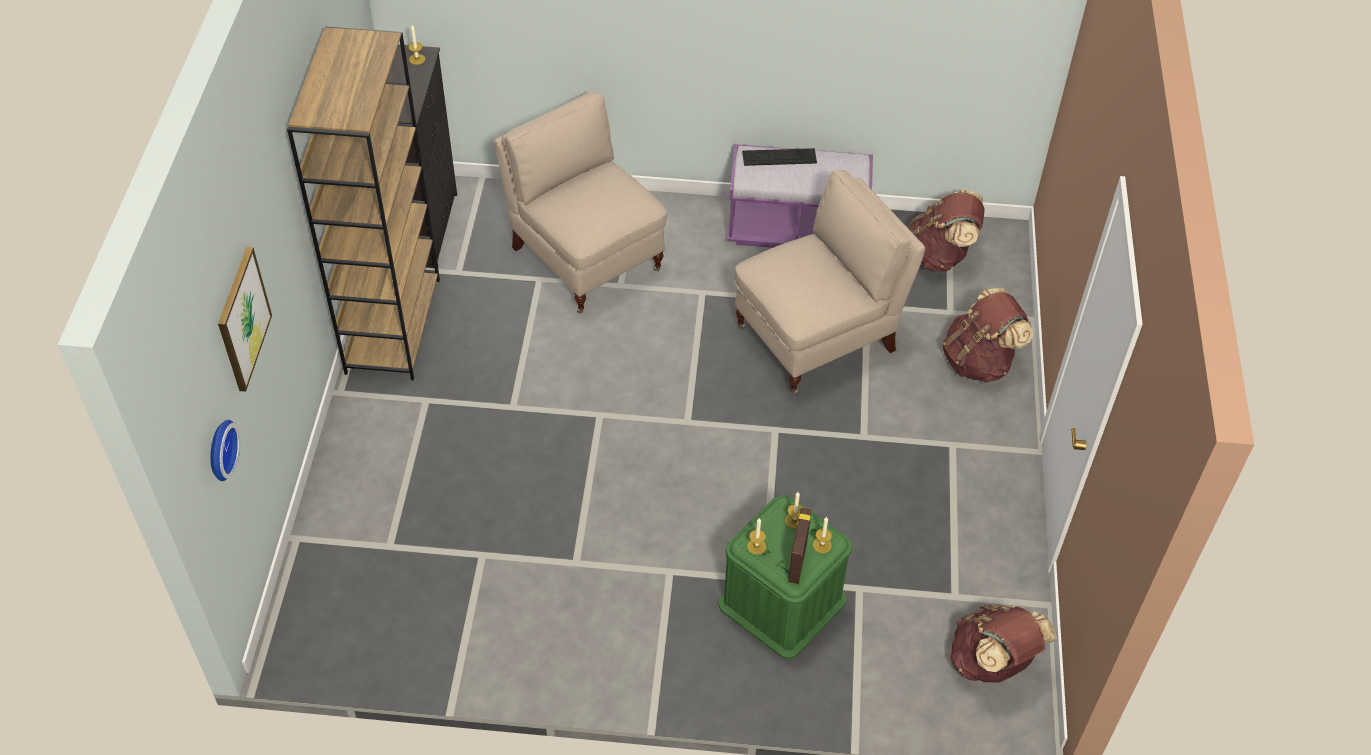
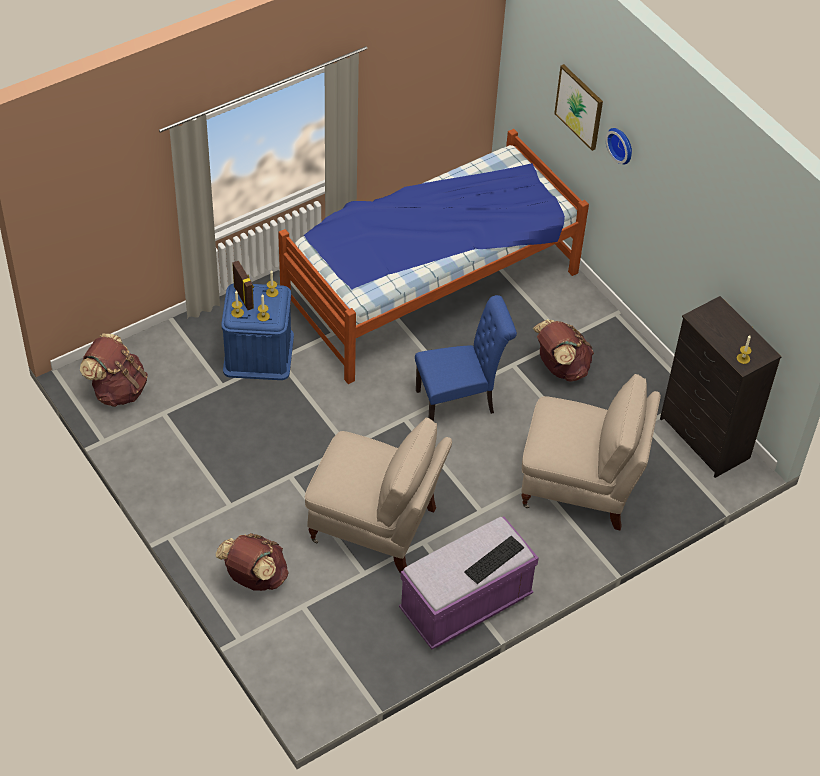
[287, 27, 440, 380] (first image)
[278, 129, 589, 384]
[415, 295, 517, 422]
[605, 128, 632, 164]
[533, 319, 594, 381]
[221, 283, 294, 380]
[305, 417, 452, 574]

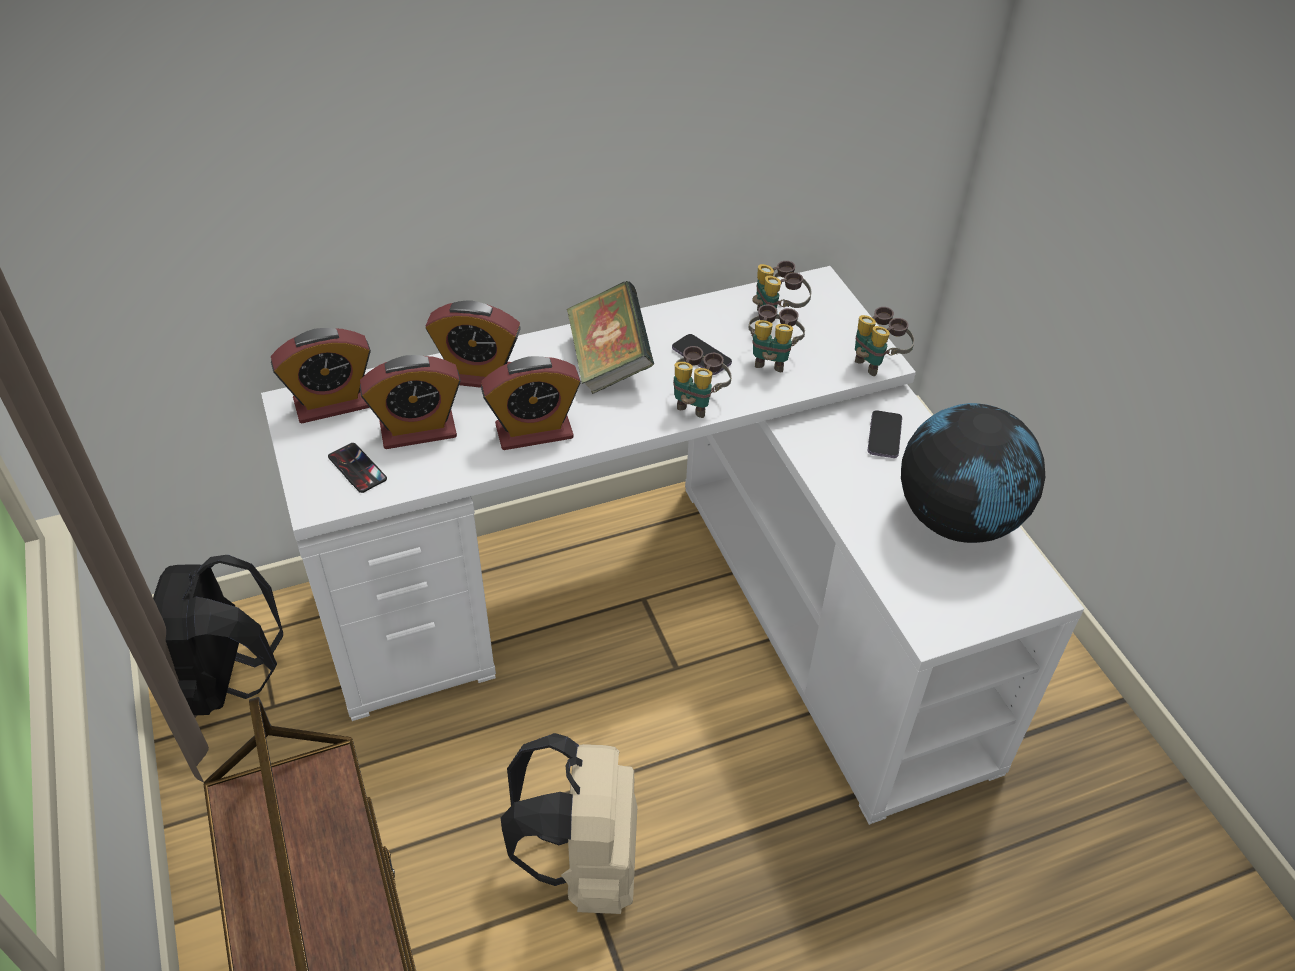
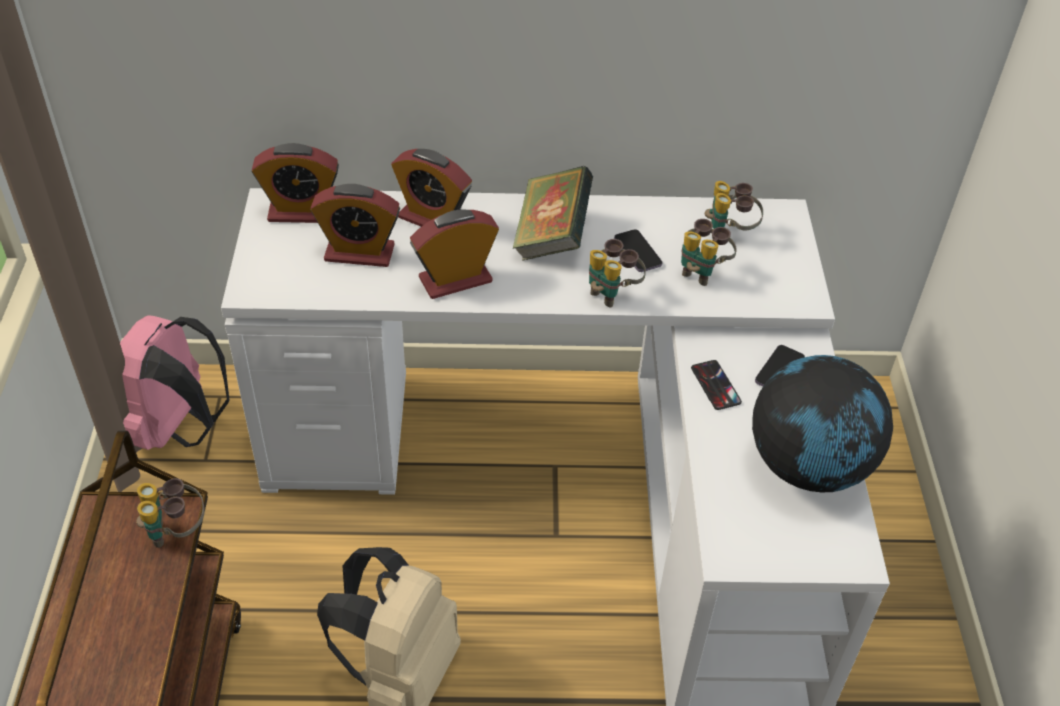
[691, 360, 742, 410]
[136, 478, 205, 548]
[120, 315, 229, 450]
[410, 209, 499, 299]

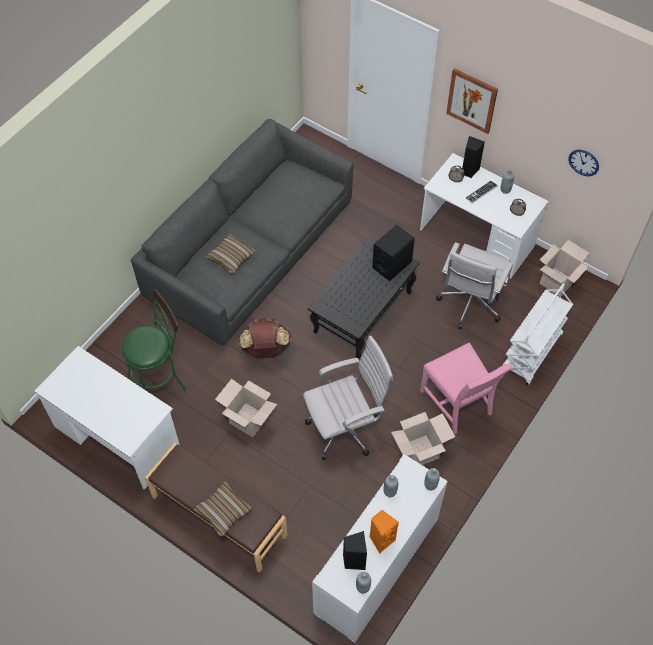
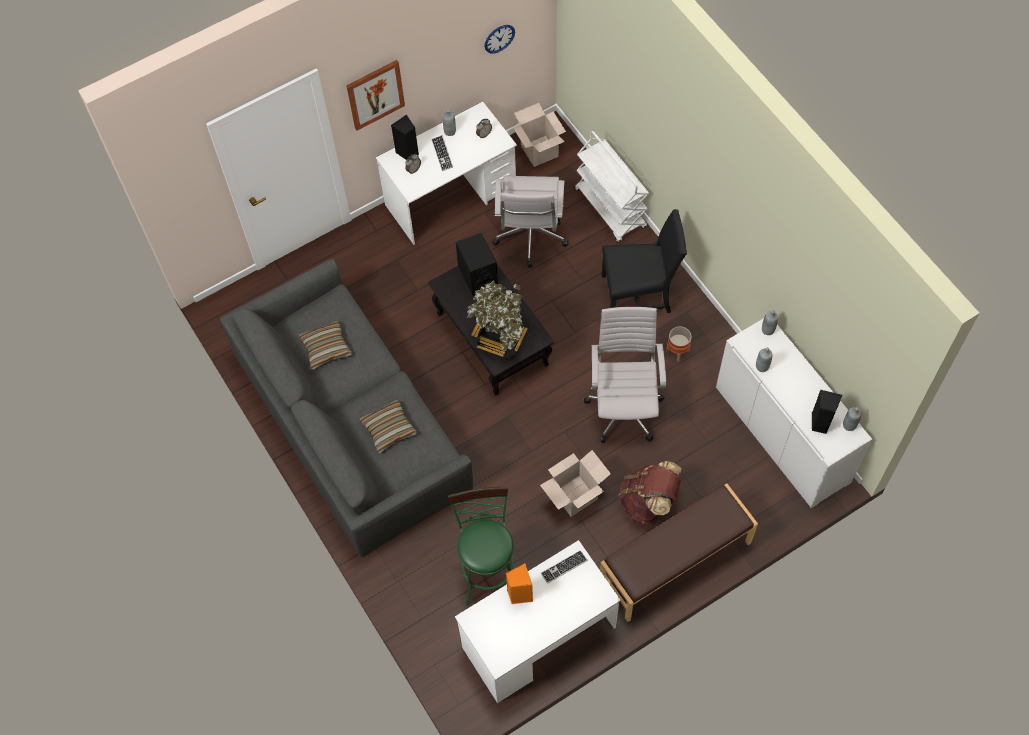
[467, 281, 530, 358]
[541, 550, 588, 584]
[299, 321, 352, 370]
[619, 461, 682, 523]
[506, 563, 533, 604]
[666, 326, 692, 361]
[602, 209, 687, 313]
[492, 176, 568, 268]

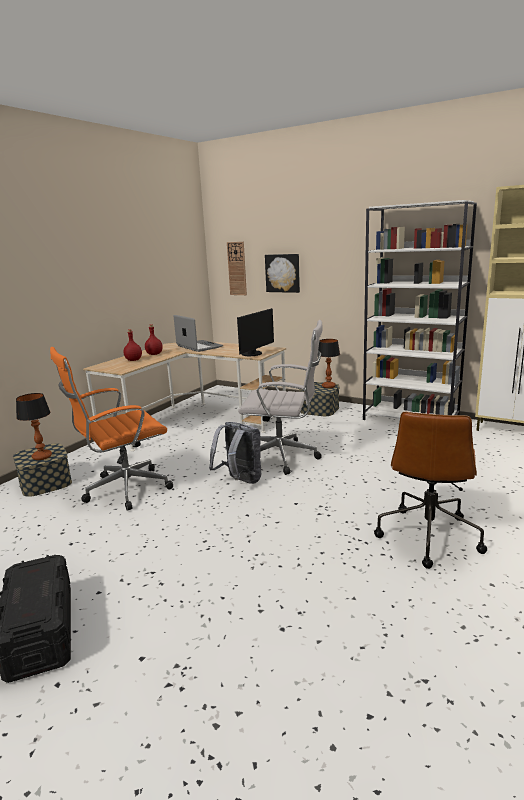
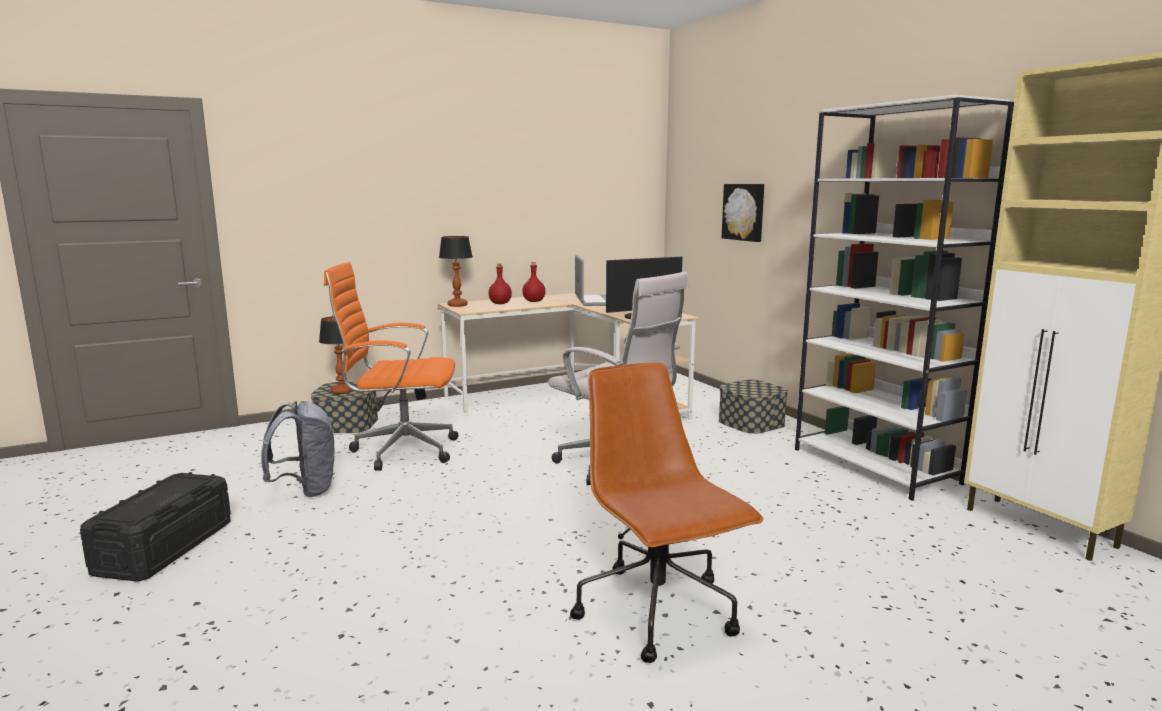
[227, 242, 247, 295] (first image)
[261, 401, 335, 497]
[439, 236, 473, 307]
[570, 362, 764, 663]

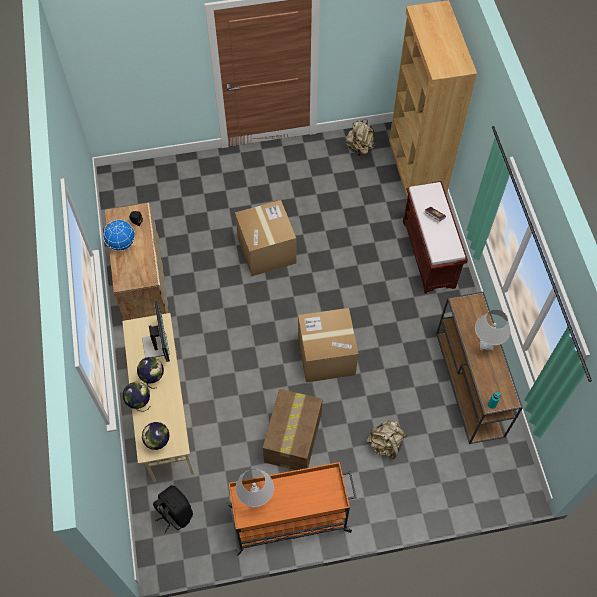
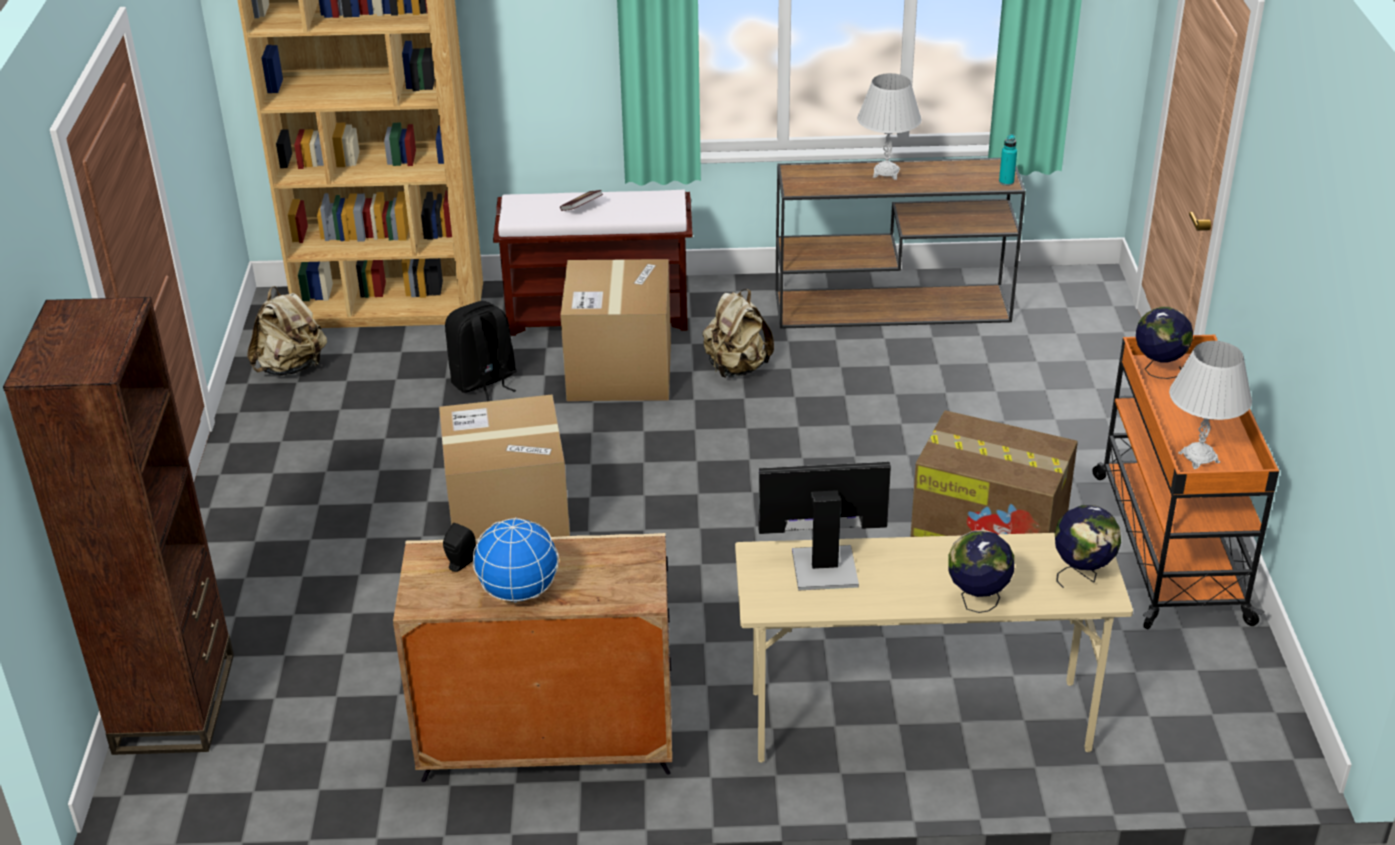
[3, 297, 234, 755]
[1136, 307, 1193, 379]
[445, 301, 517, 401]
[560, 259, 671, 401]
[702, 289, 774, 378]

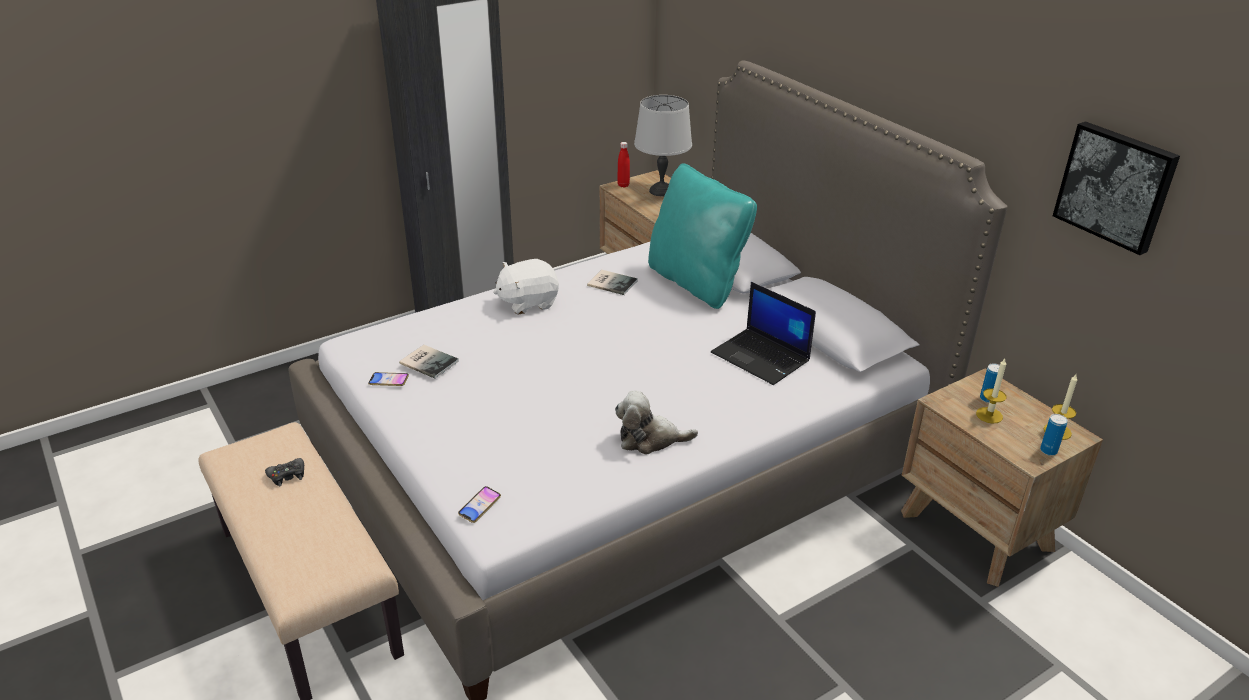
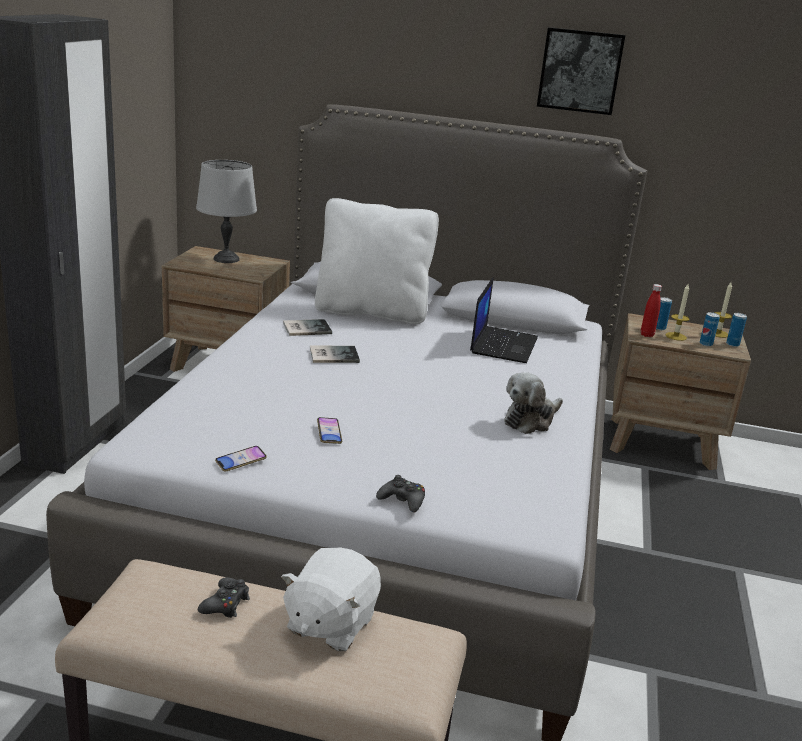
[376, 475, 425, 513]
[700, 312, 720, 347]
[310, 345, 360, 363]
[317, 417, 342, 444]
[281, 547, 381, 651]
[641, 284, 662, 337]
[537, 27, 626, 115]
[315, 198, 439, 324]
[470, 277, 538, 363]

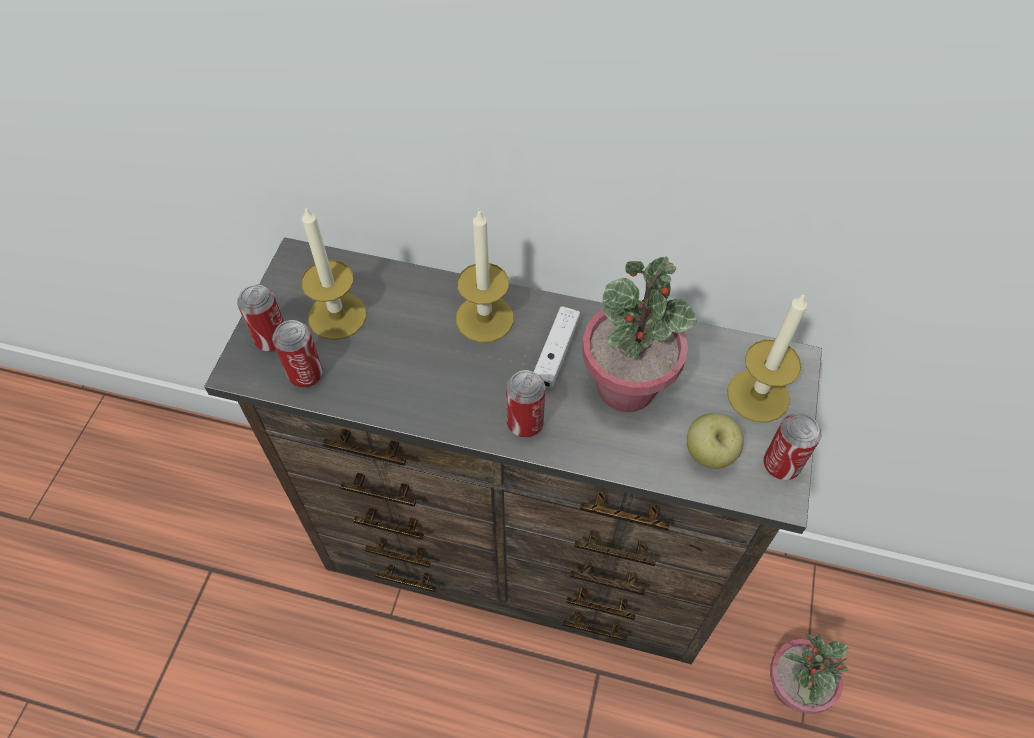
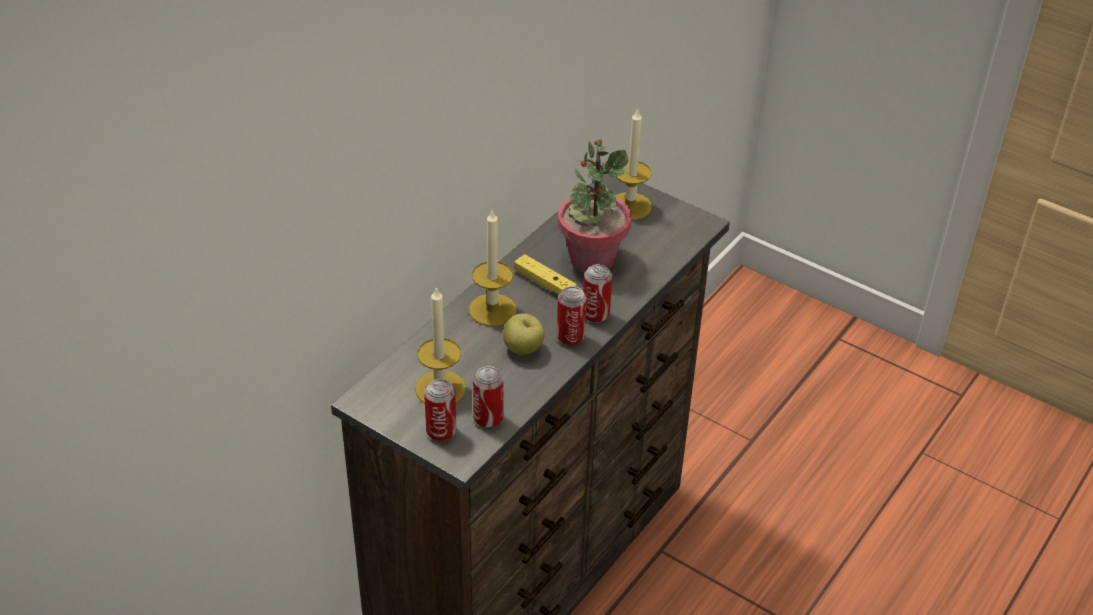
[770, 633, 849, 714] (first image)
[503, 313, 545, 355]
[556, 286, 587, 346]
[514, 254, 577, 294]

